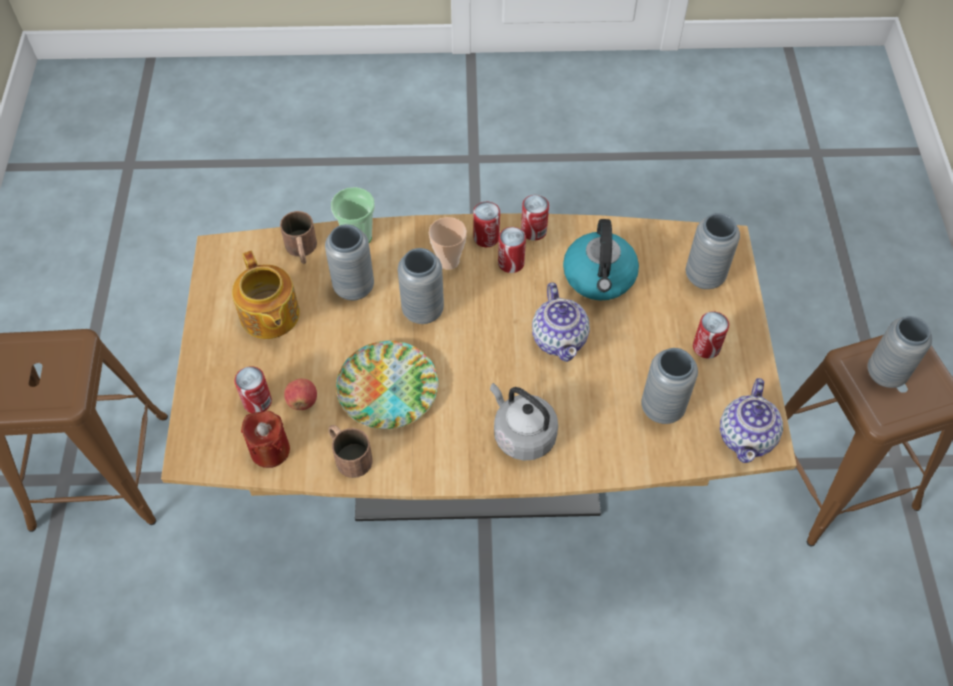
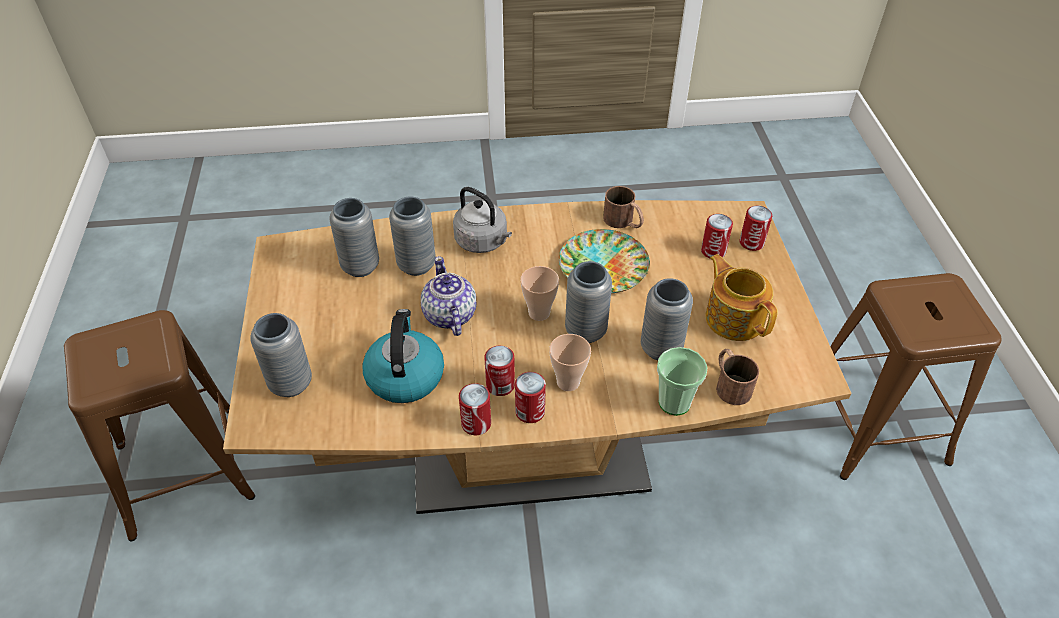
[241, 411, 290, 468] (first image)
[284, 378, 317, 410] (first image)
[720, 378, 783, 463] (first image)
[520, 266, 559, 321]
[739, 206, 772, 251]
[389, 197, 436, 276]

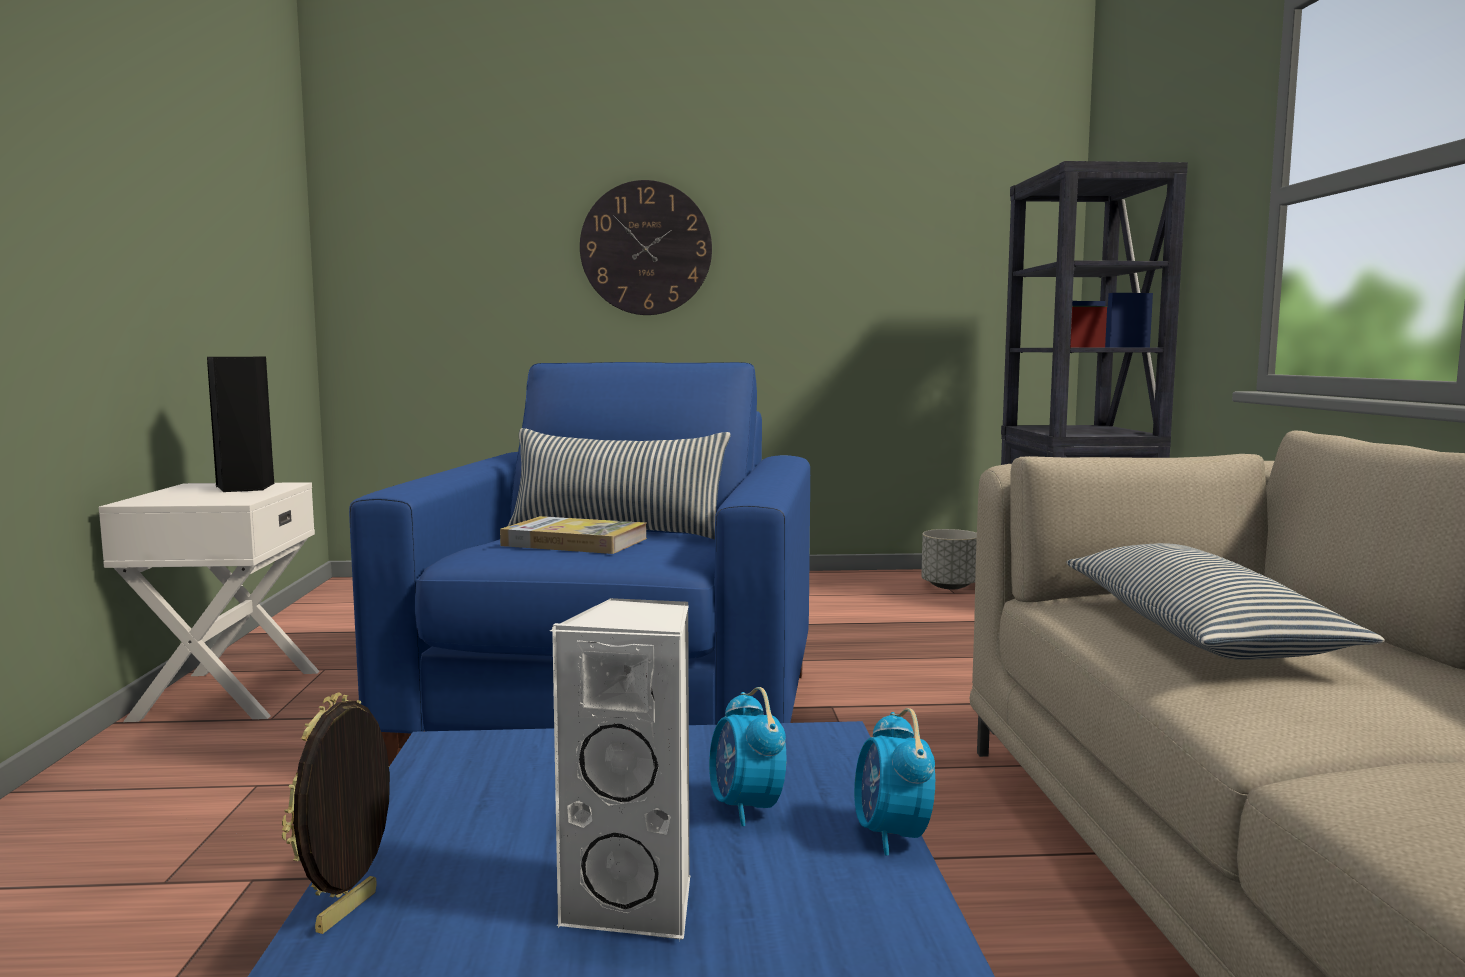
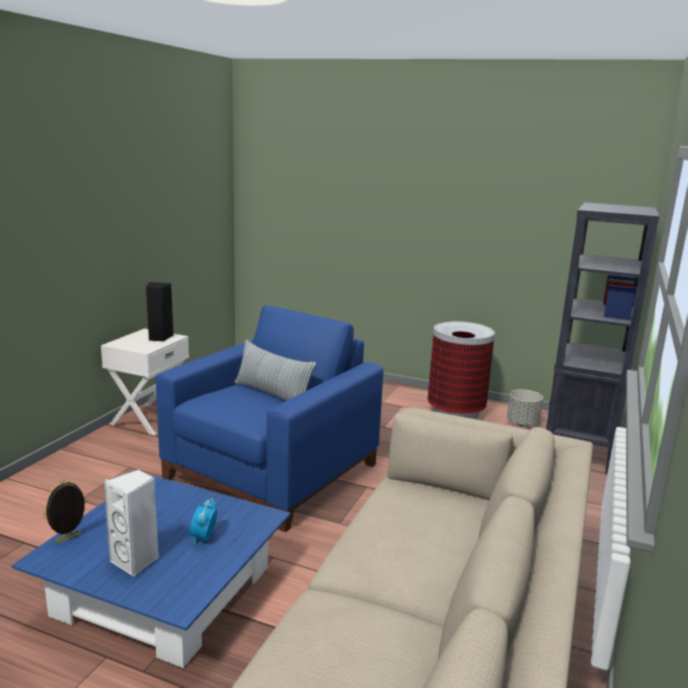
[500, 516, 647, 554] (first image)
[580, 180, 712, 315] (first image)
[854, 708, 935, 855] (first image)
[1066, 543, 1385, 660] (first image)
[428, 321, 495, 419]

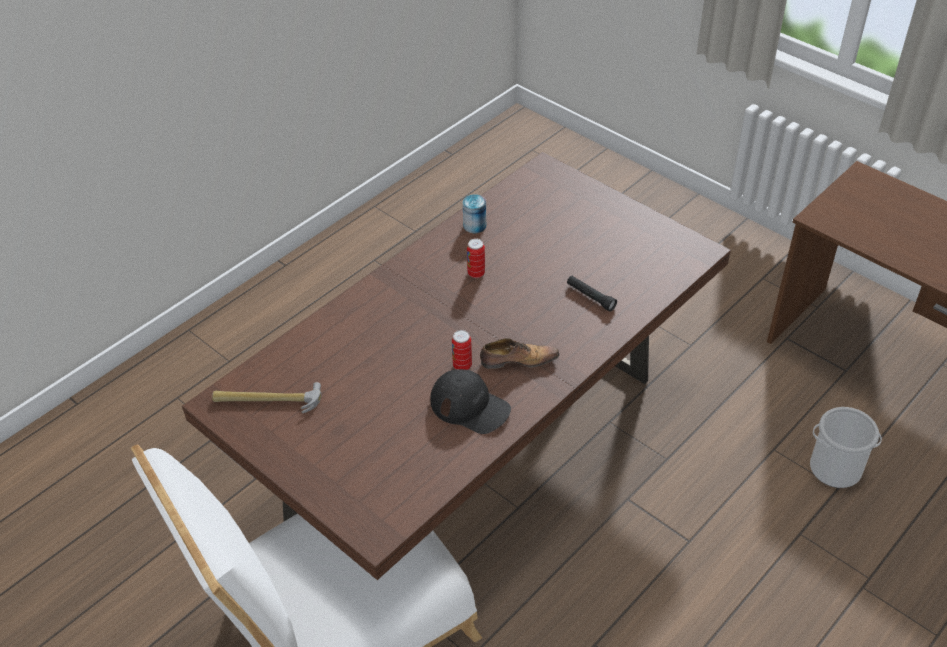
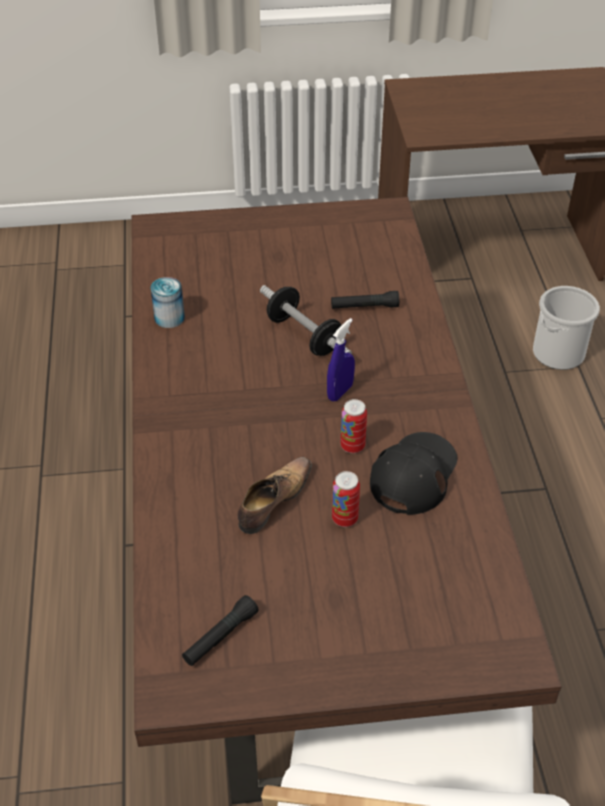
[260, 285, 352, 356]
[327, 318, 355, 402]
[332, 471, 360, 527]
[238, 457, 312, 534]
[182, 595, 259, 666]
[370, 432, 457, 515]

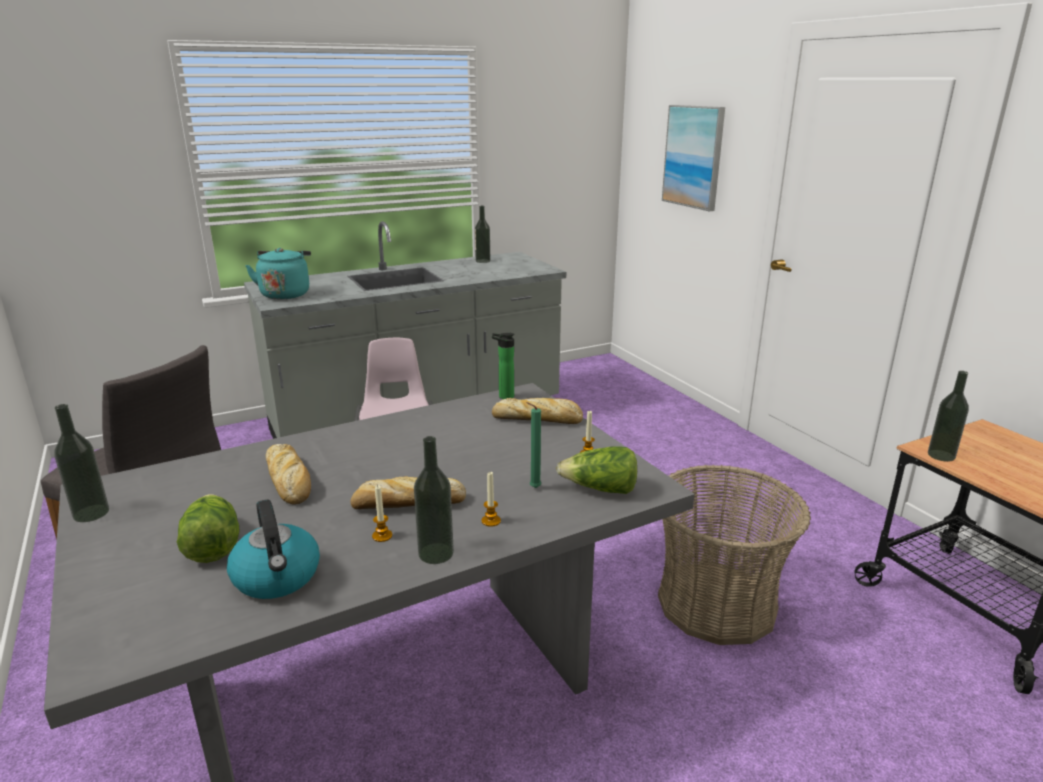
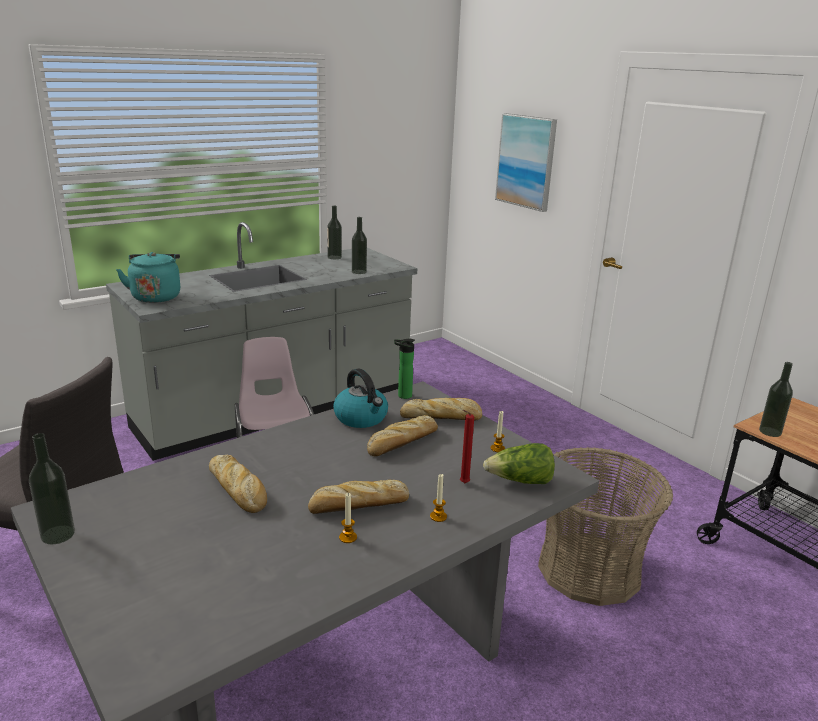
[177, 494, 239, 563] (first image)
[367, 415, 438, 457]
[333, 368, 388, 428]
[352, 217, 367, 274]
[460, 410, 474, 483]

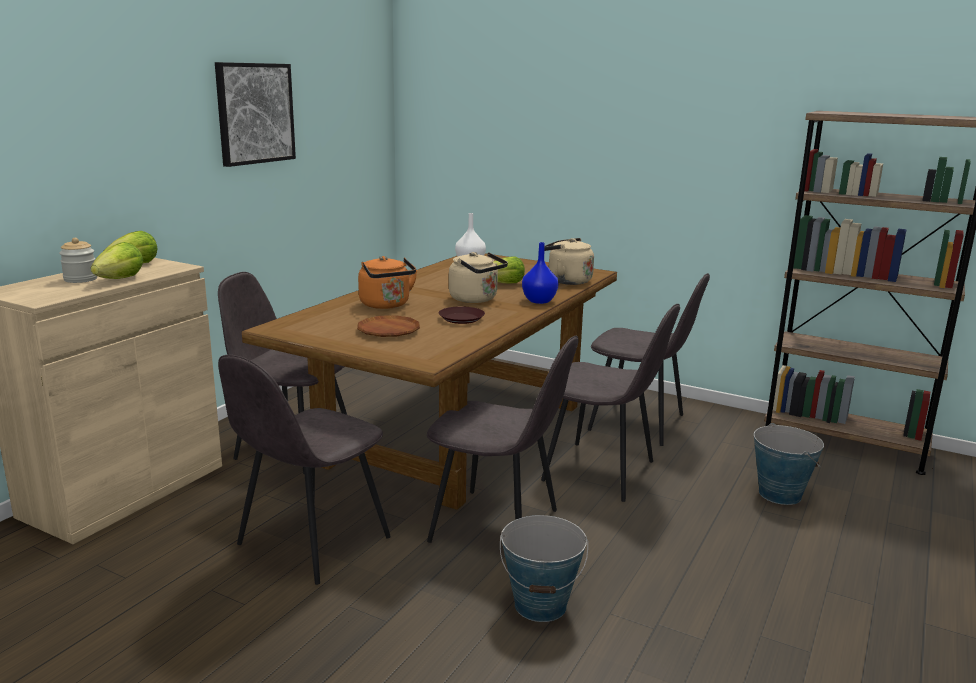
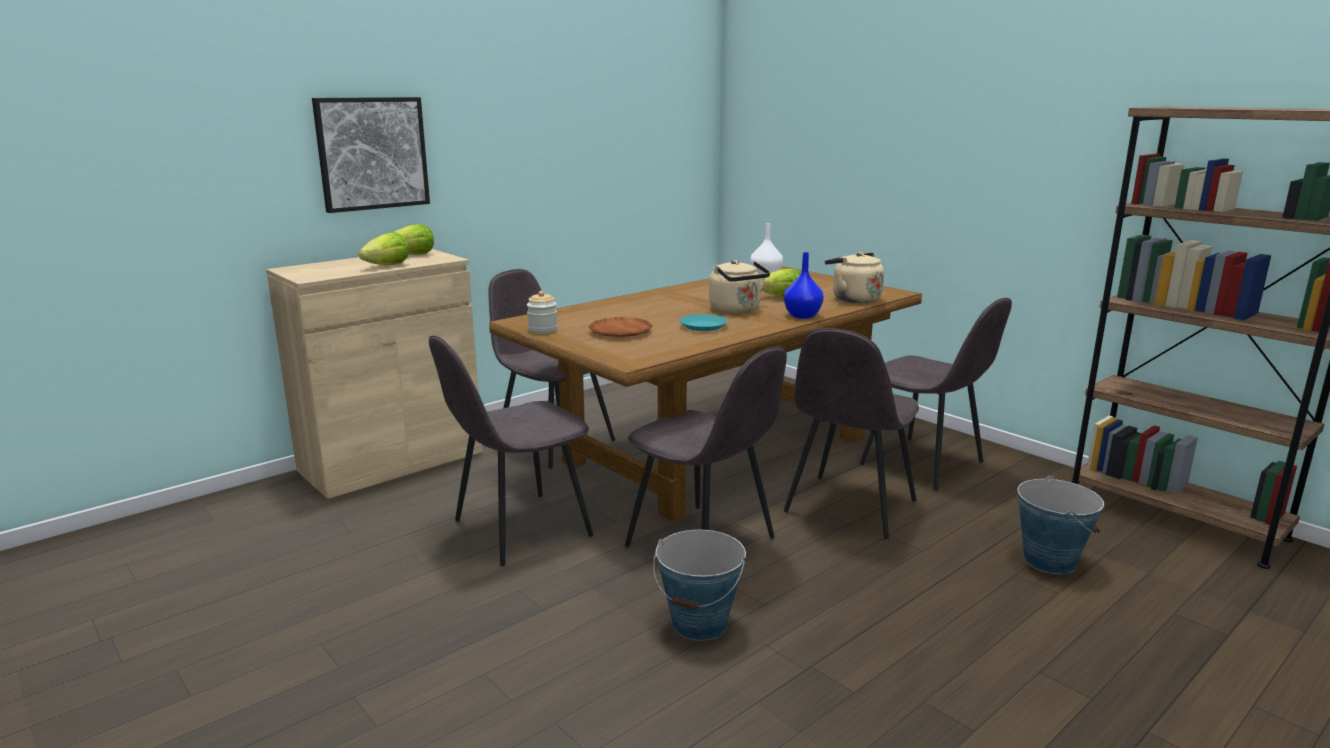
[358, 256, 417, 309] (first image)
[527, 291, 558, 334]
[312, 97, 430, 213]
[679, 314, 728, 331]
[784, 328, 919, 539]

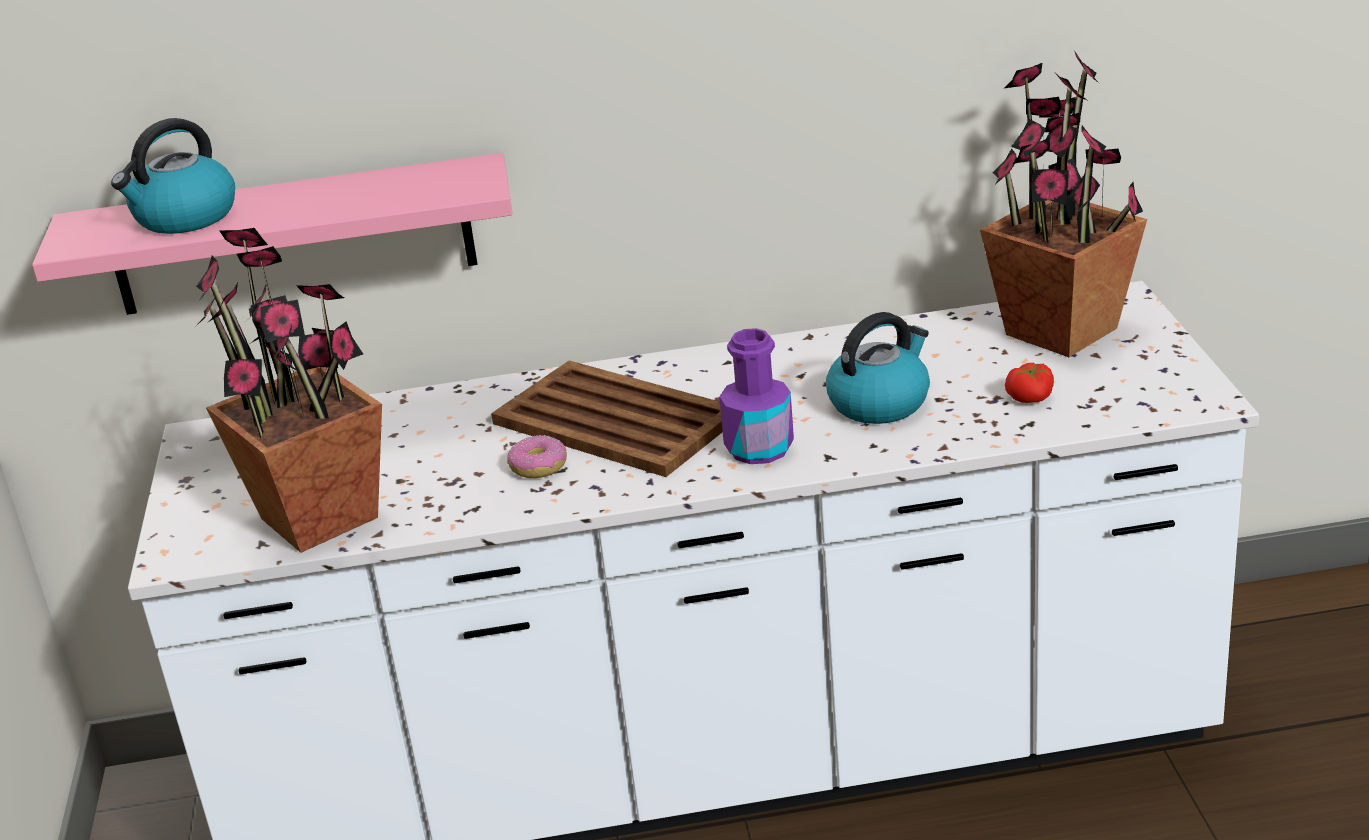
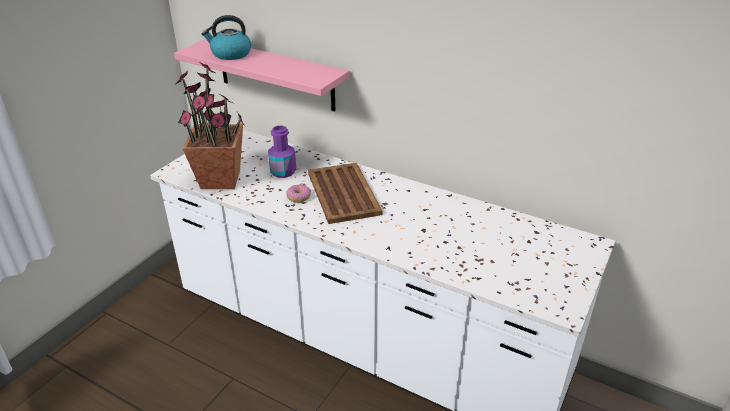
[826, 312, 930, 424] (first image)
[980, 52, 1147, 357] (first image)
[1005, 363, 1054, 403] (first image)
[268, 125, 296, 178]

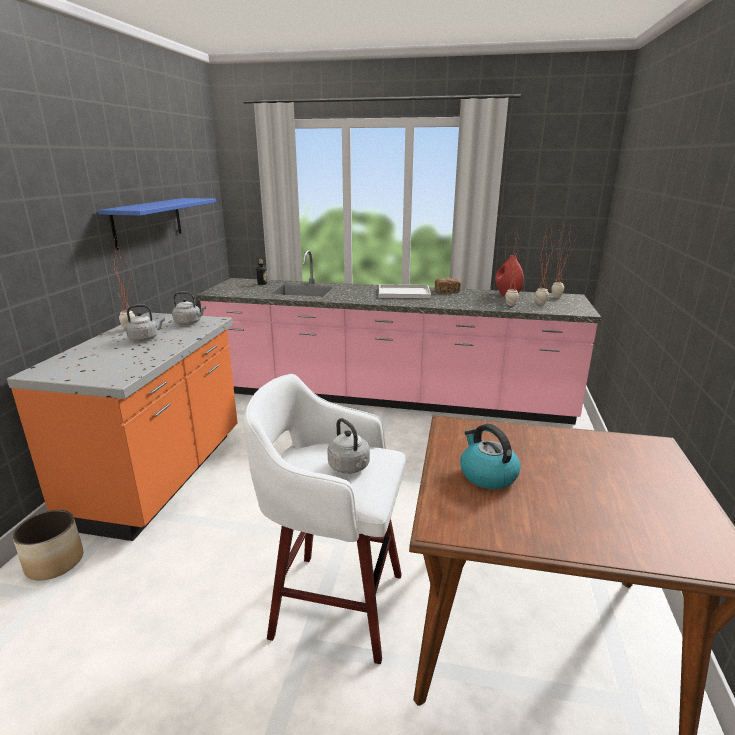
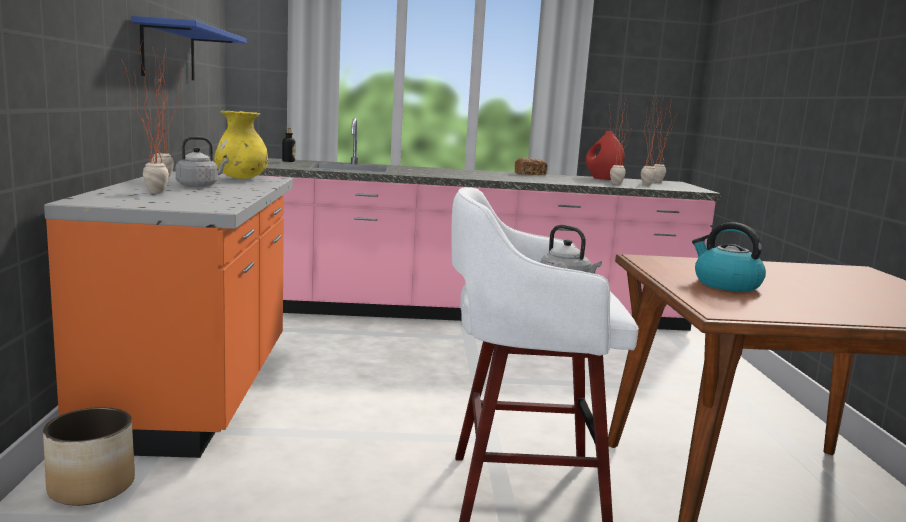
[379, 284, 431, 298] (first image)
[121, 38, 169, 194]
[214, 111, 268, 179]

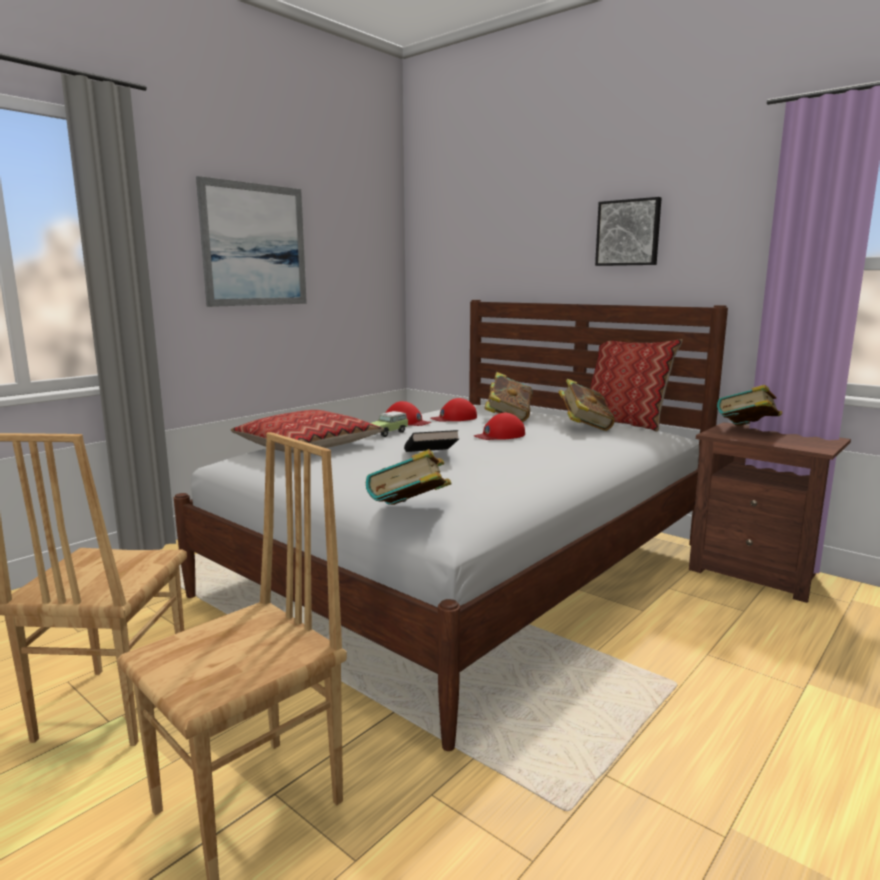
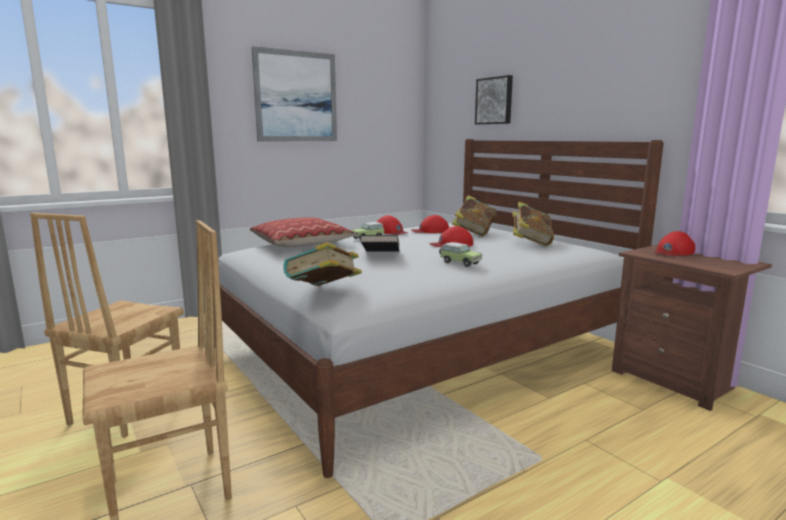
[590, 339, 683, 432] (first image)
[439, 242, 482, 267]
[475, 75, 513, 124]
[654, 231, 695, 256]

